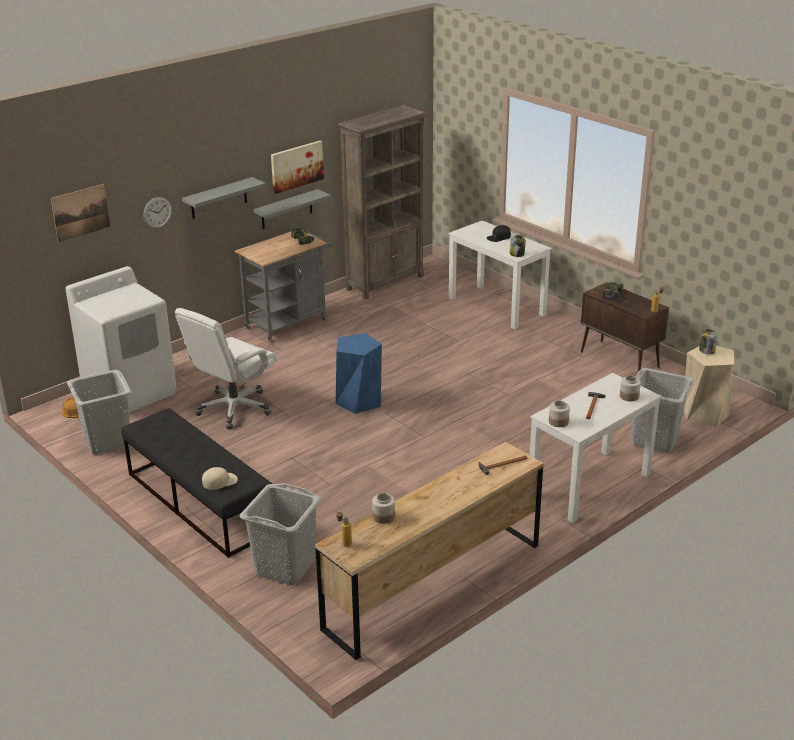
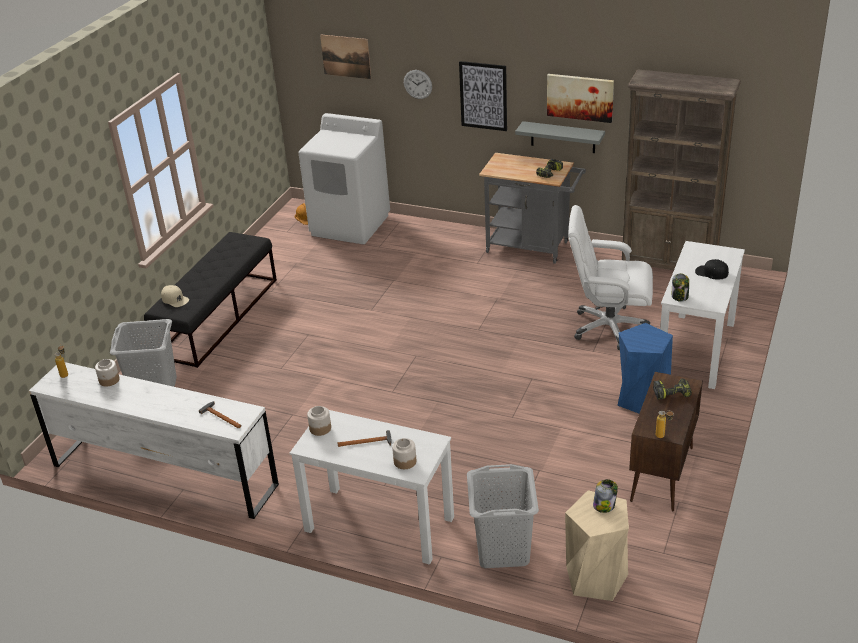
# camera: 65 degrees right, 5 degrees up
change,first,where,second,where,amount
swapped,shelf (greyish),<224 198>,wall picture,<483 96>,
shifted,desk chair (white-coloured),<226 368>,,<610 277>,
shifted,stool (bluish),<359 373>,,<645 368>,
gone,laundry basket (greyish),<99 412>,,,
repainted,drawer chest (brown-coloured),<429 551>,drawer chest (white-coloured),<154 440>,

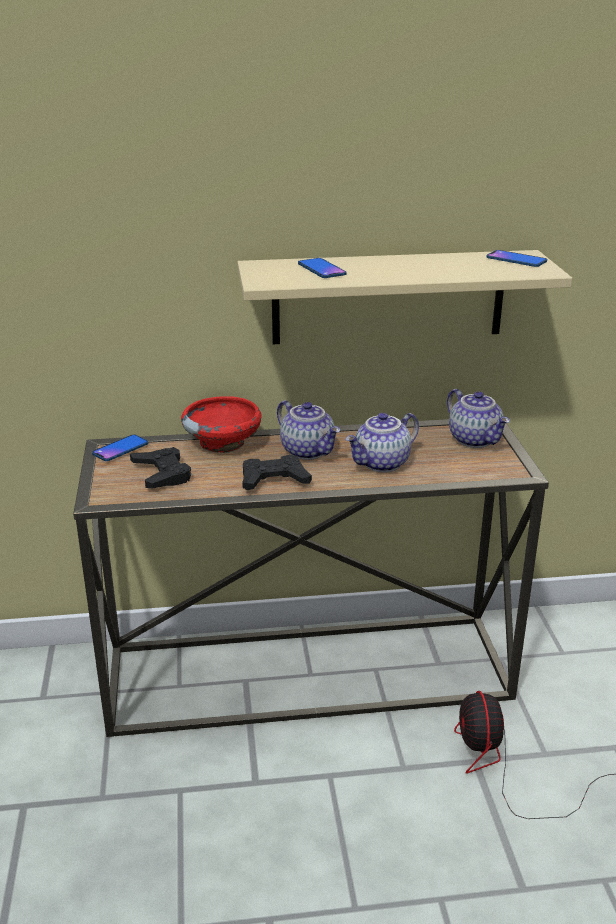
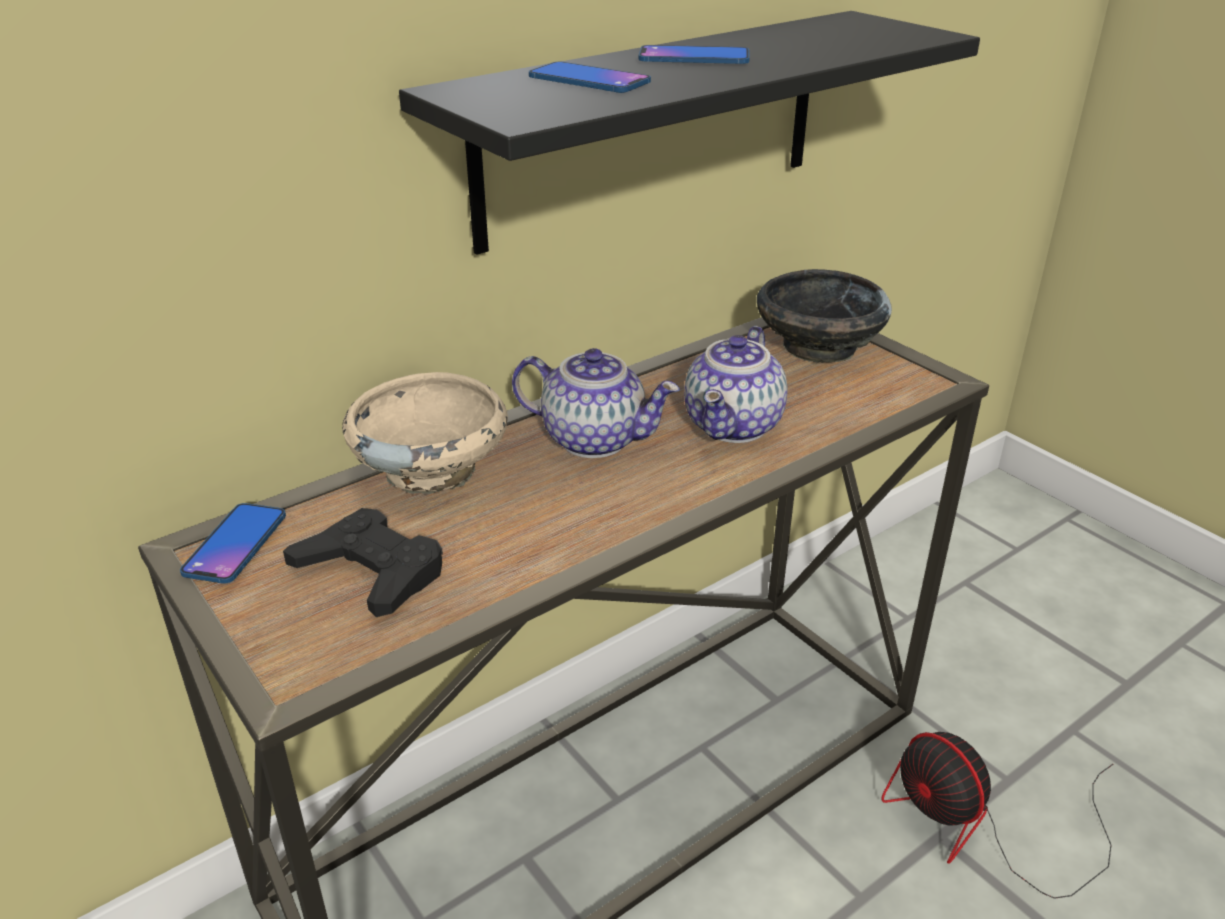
# camera: 30 degrees left, 5 degrees up
change,first,where,second,where,amount
repainted,shelf (beige),<404 297>,shelf (black-coloured),<689 133>,
shifted,telephone,<516 258>,,<694 54>,
swapped,tea pot,<478 418>,bowl (black-coloured),<824 316>,
repainted,bowl (reddish),<221 424>,bowl (beige),<425 433>,
gone,game controller (black-coloured),<277 472>,,,

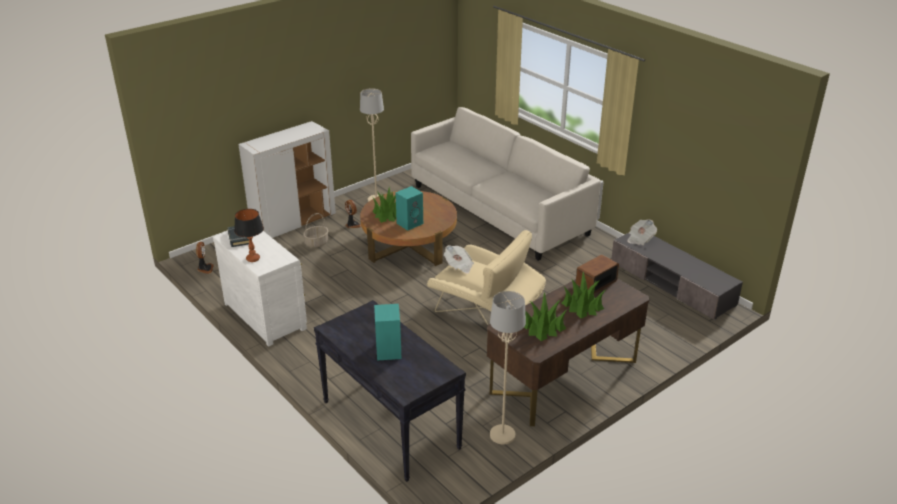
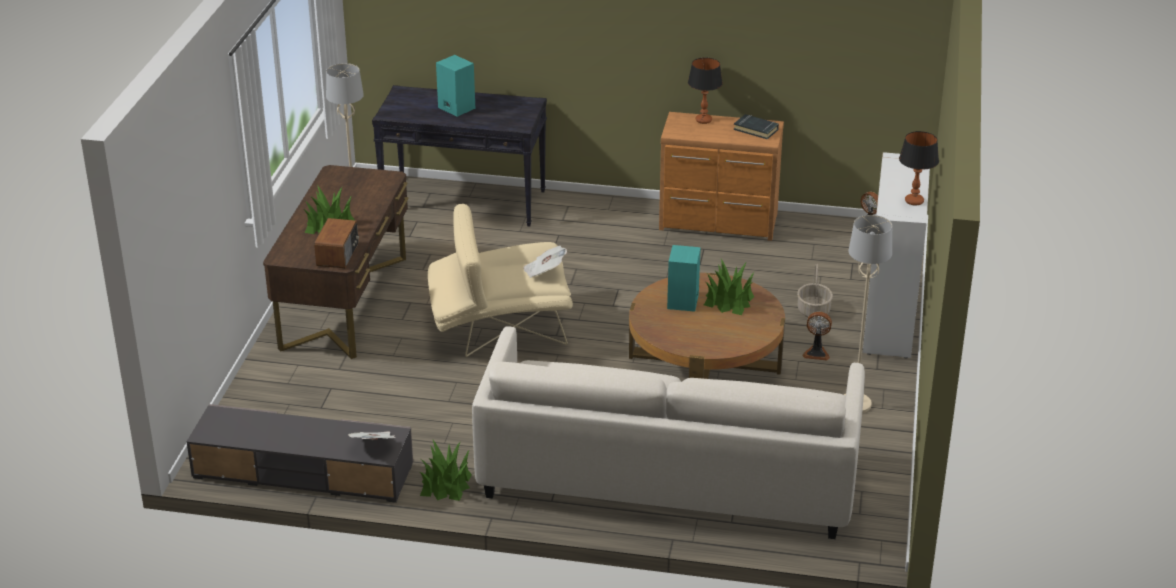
# camera: 140 degrees right, 0 degrees up
change,first,where,second,where,amount
repainted,drawer chest (white-coloured),<260 289>,drawer chest (brown-coloured),<721 176>,
shifted,plant in a pot,<545 316>,,<446 470>,
new,,,table lamp,<919 168>,

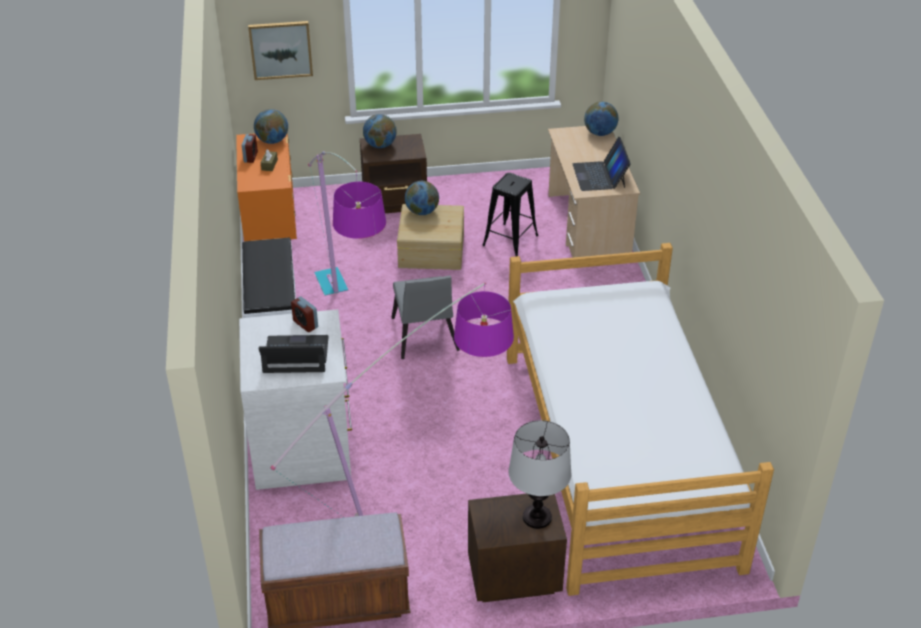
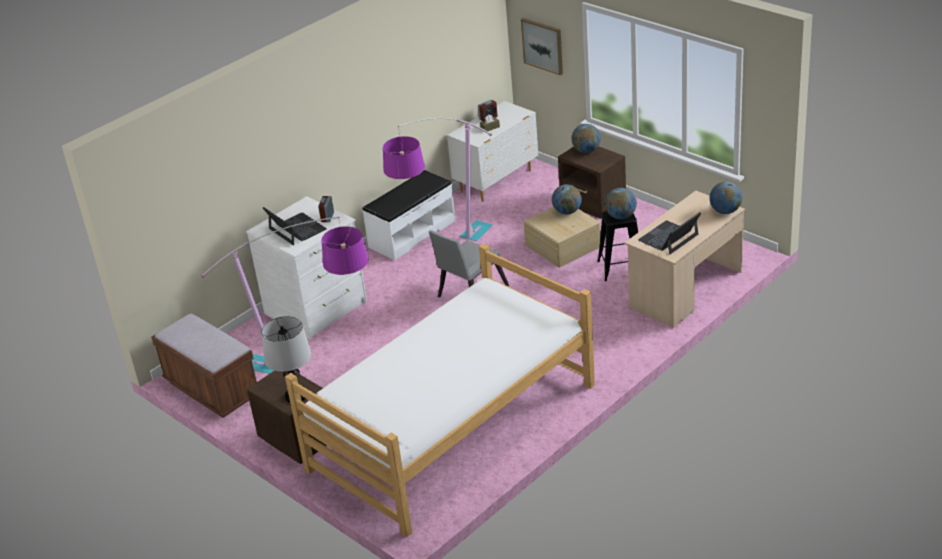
# camera: 55 degrees right, 5 degrees down
change,first,where,second,where,amount
shifted,globe,<271 126>,,<621 203>,
repainted,drawer chest (orange-coloured),<266 187>,drawer chest (white-coloured),<492 151>,

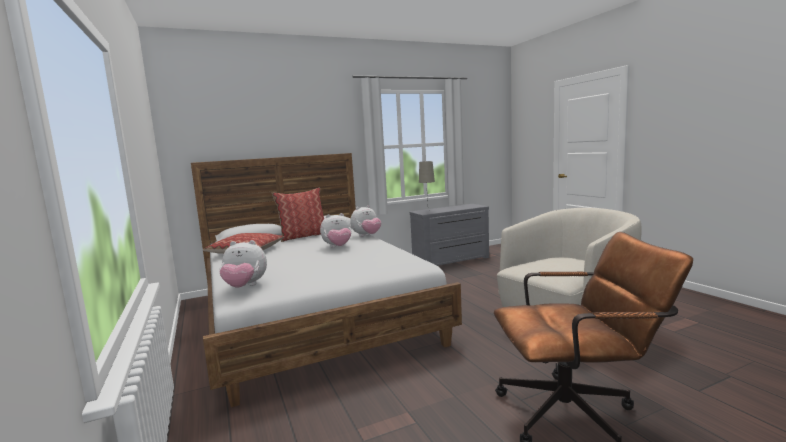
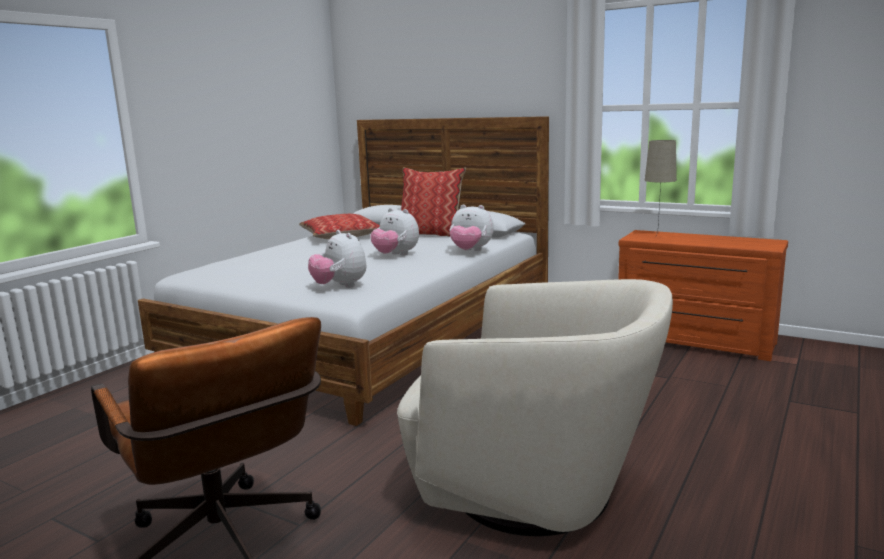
# camera: 55 degrees right, 5 degrees up
change,first,where,second,where,amount
repainted,drawer chest (greyish),<449 235>,drawer chest (brown-coloured),<703 295>,
shifted,soft toy,<243 264>,,<337 259>,

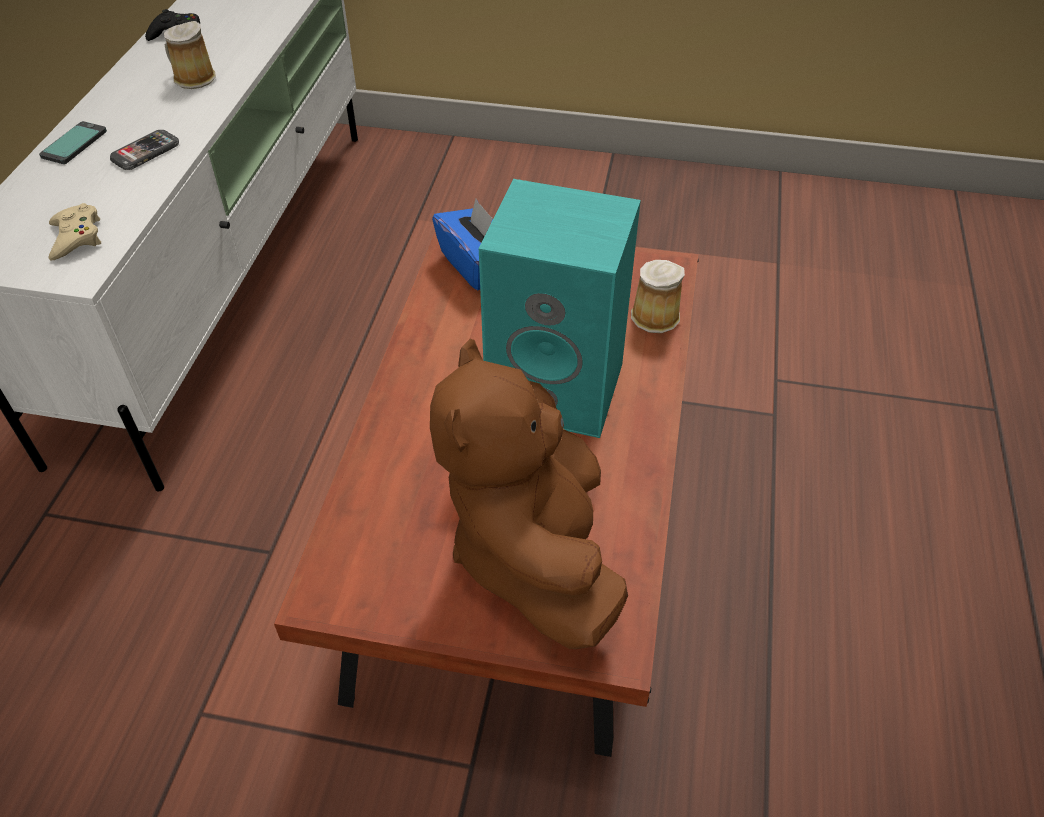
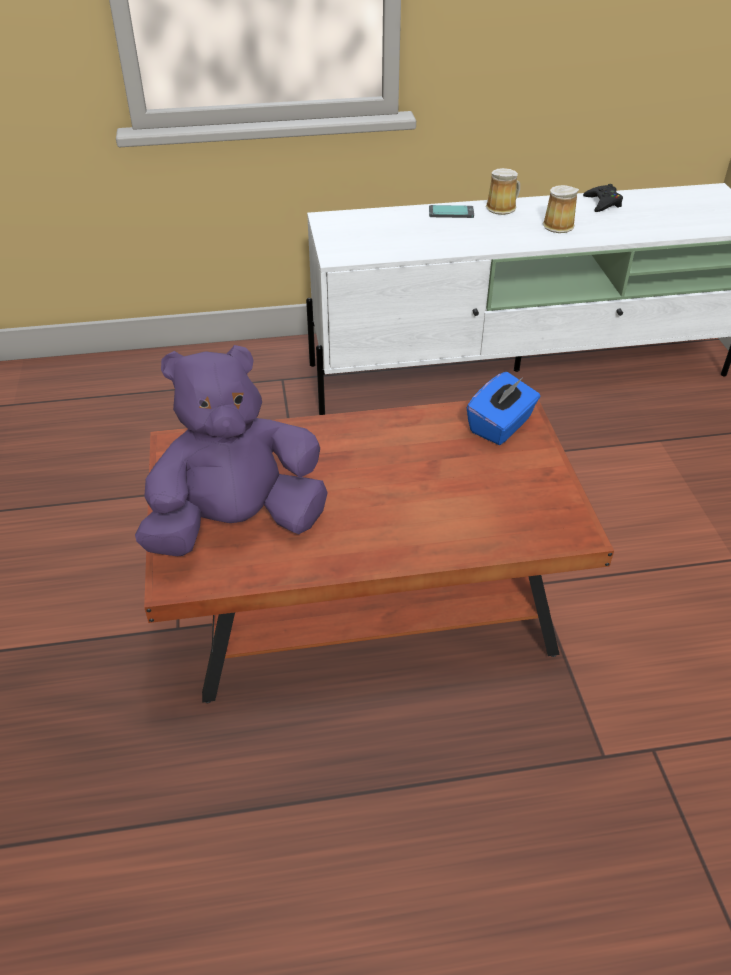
# camera: 70 degrees right, 5 degrees down
change,first,where,second,where,amount
gone,telephone,<144 150>,,,
gone,loudspeaker (blue-green),<560 308>,,,
gone,game controller (beige),<74 231>,,,
shifted,tea mug,<658 296>,,<503 191>,
repainted,soft toy (brown-coloured),<529 493>,soft toy (purple),<231 450>,

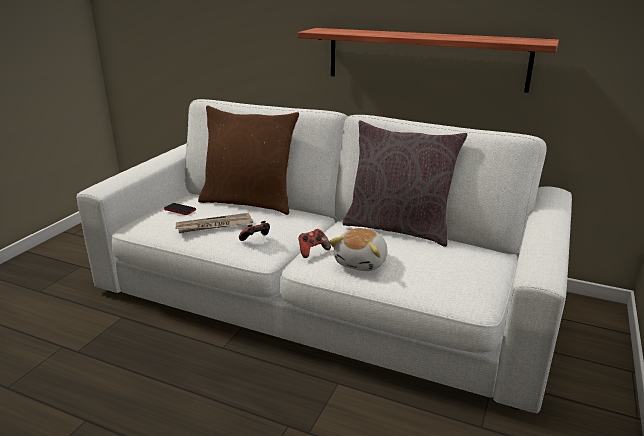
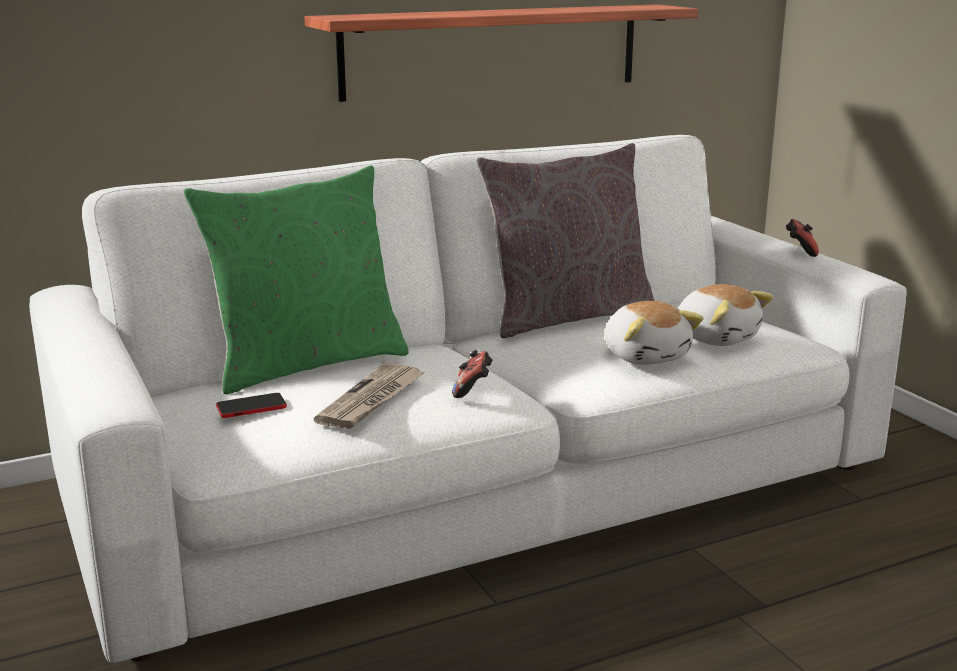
# camera: 50 degrees left, 5 degrees down
change,first,where,second,where,amount
repainted,cushion (brown-coloured),<248 160>,cushion (green),<296 279>,
shifted,game controller,<314 243>,,<802 238>,
new,,,soft toy,<726 315>,

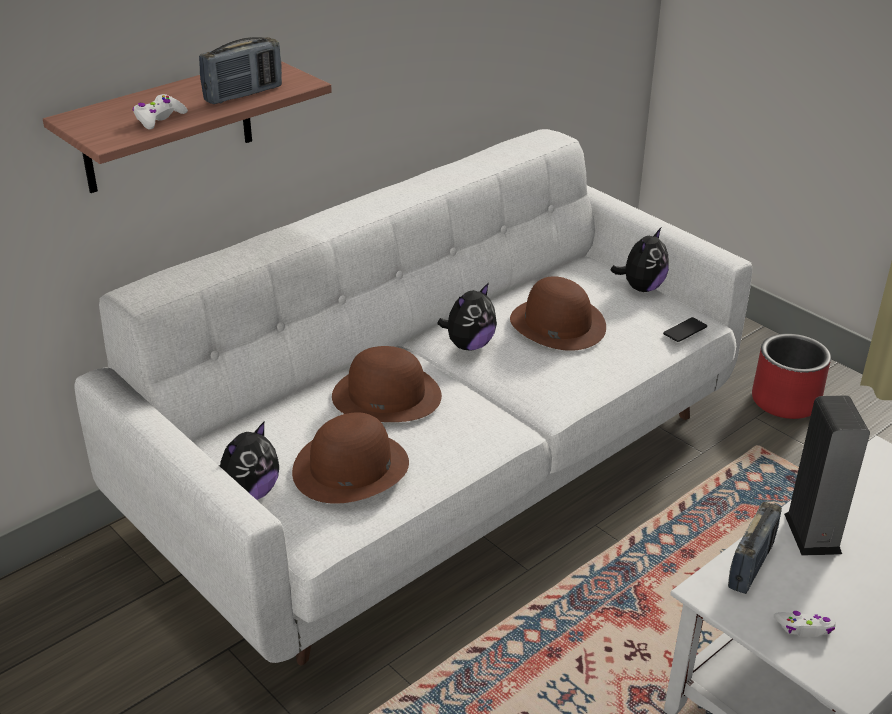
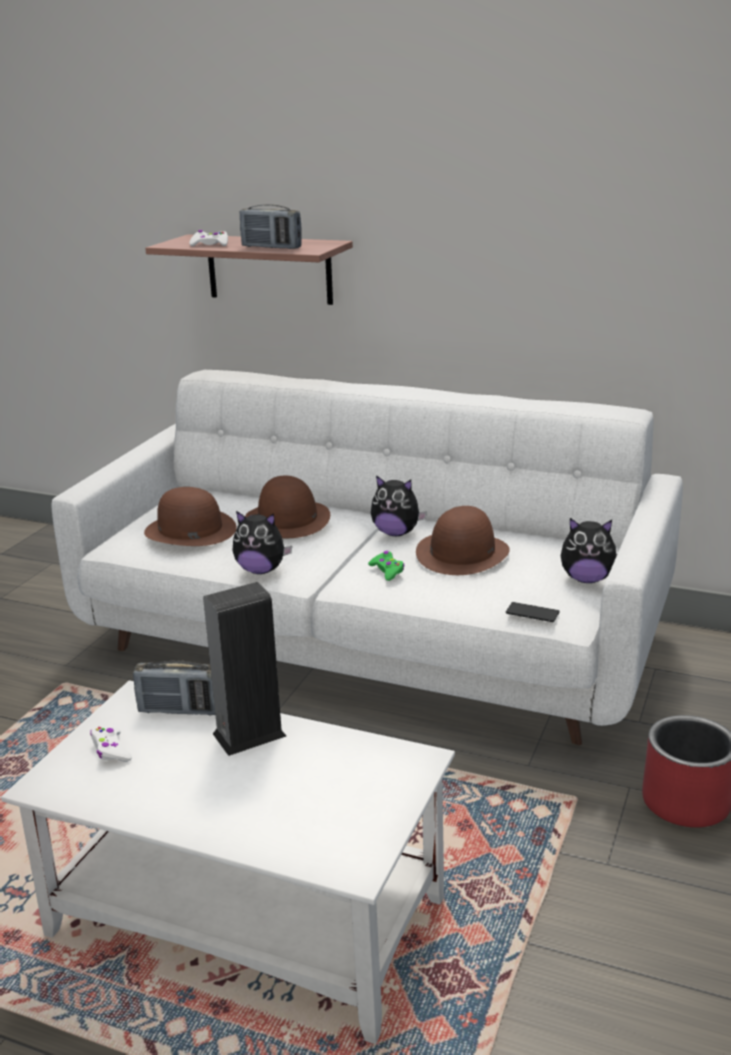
# camera: 65 degrees right, 10 degrees down
change,first,where,second,where,amount
shifted,soft toy,<249 461>,,<262 542>,
new,,,game controller (green),<386 566>,

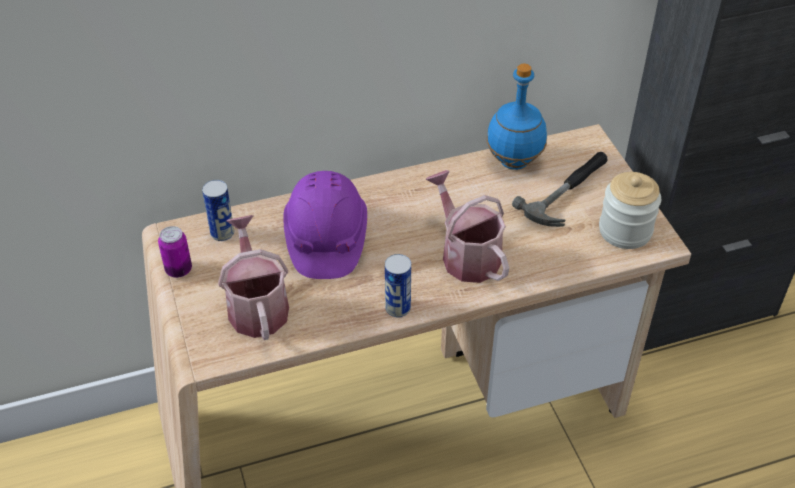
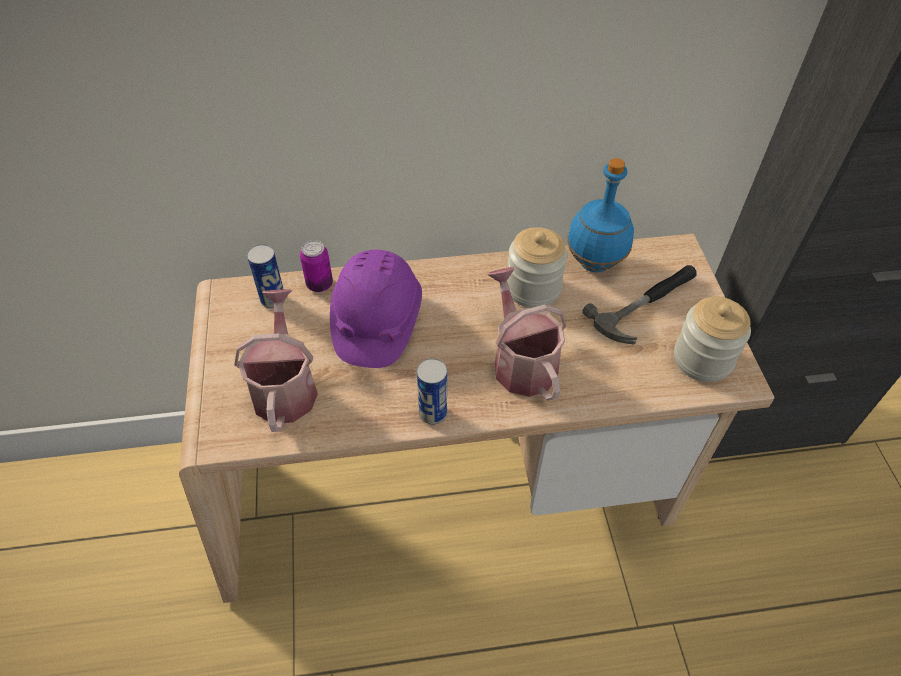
# camera: 10 degrees right, 5 degrees up
change,first,where,second,where,amount
shifted,can,<175 252>,,<316 266>,
new,,,jar,<537 267>,

